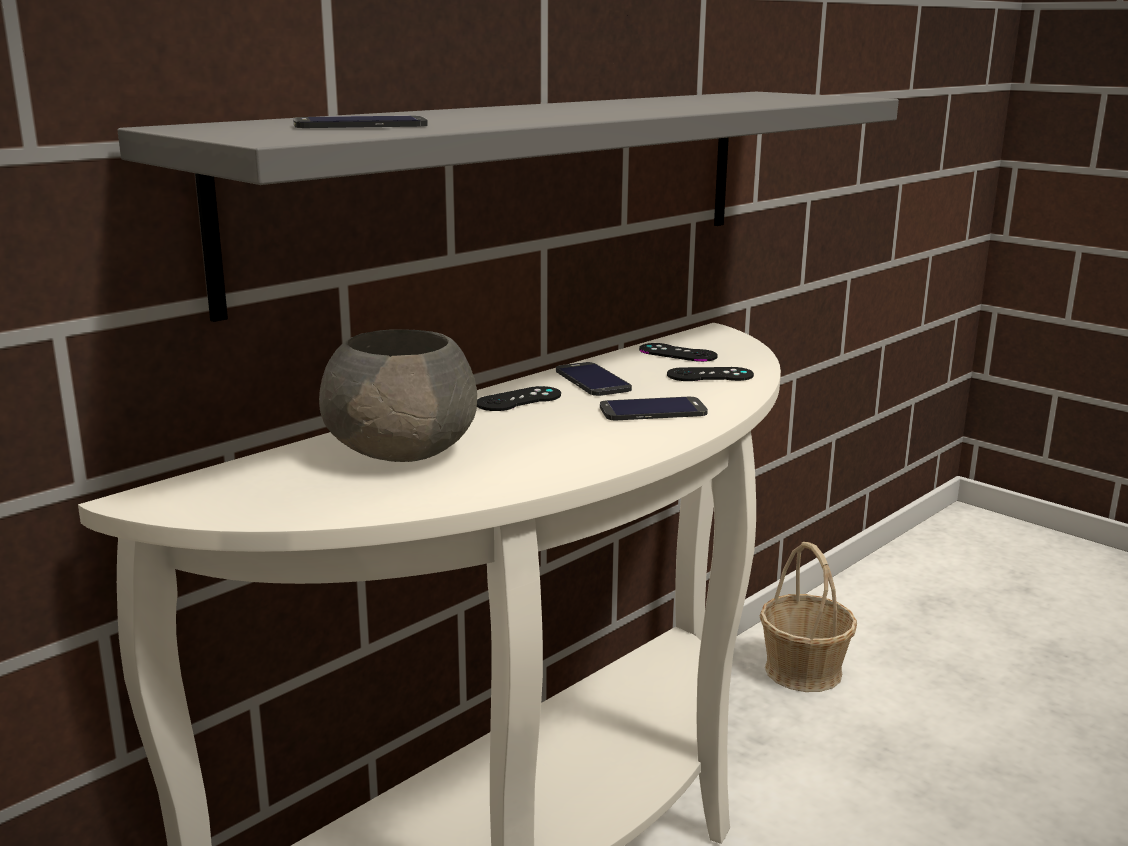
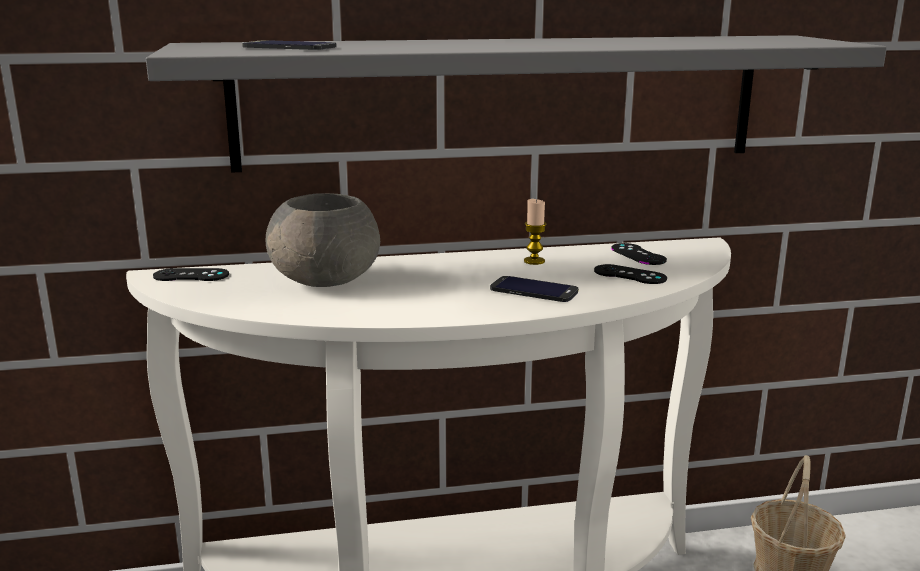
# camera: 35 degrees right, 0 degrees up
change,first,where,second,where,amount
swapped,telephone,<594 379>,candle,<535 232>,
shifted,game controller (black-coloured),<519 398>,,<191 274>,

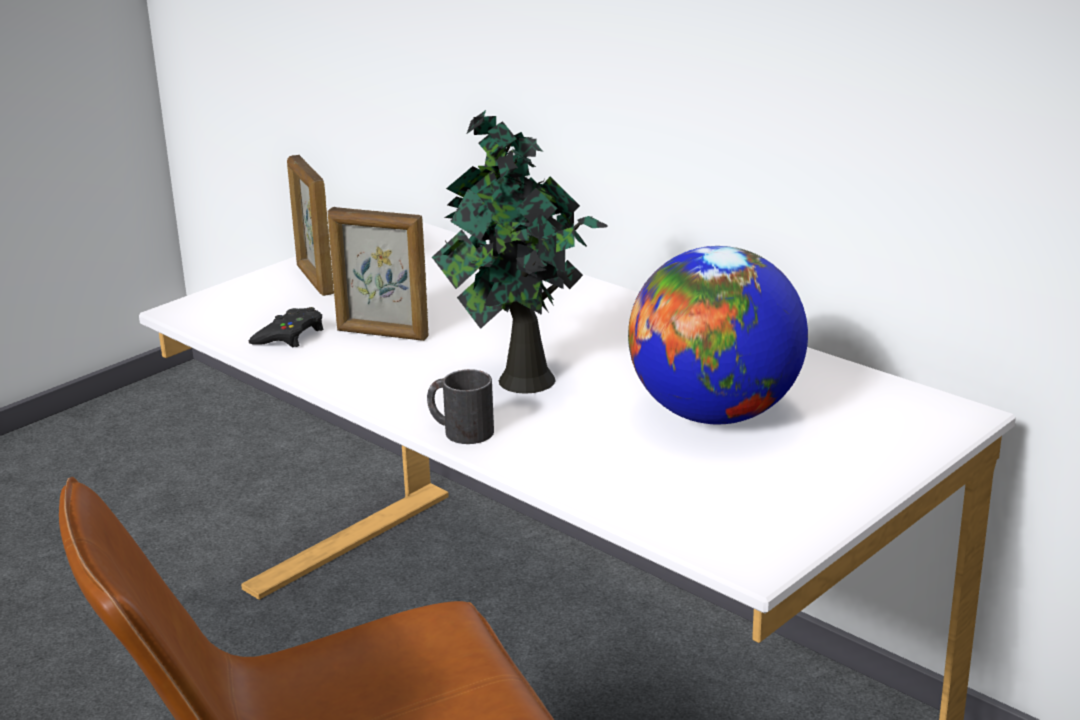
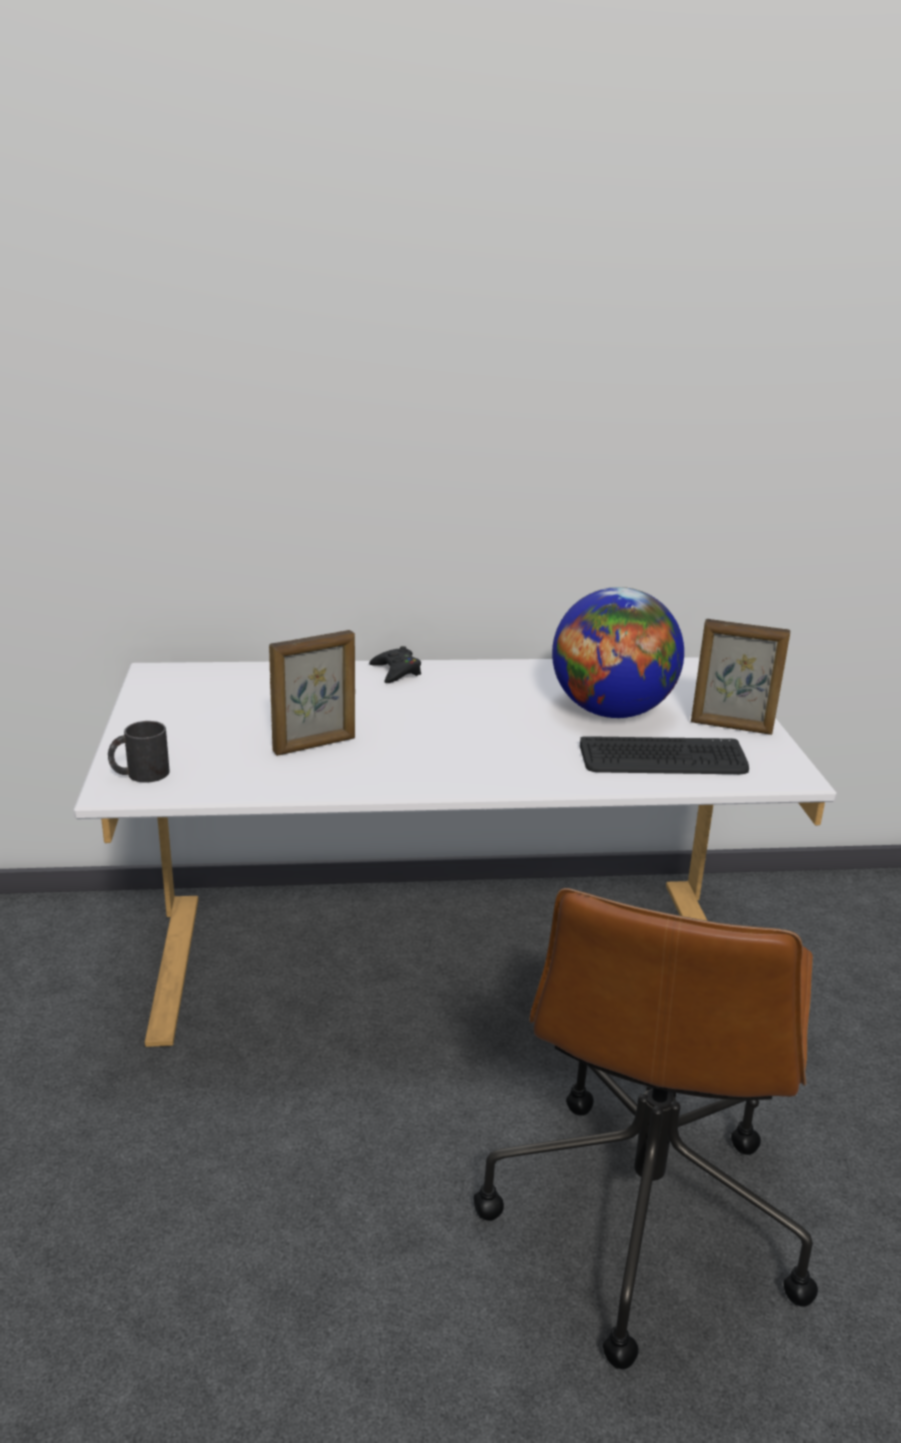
# camera: 50 degrees left, 0 degrees up
change,first,where,second,where,amount
gone,plant in a pot,<520 252>,,,
shifted,picture frame,<310 225>,,<740 677>,
shifted,game controller (black-coloured),<286 327>,,<395 664>,
shifted,tea mug (black-coloured),<460 406>,,<139 752>,
new,,,computer keyboard,<664 755>,

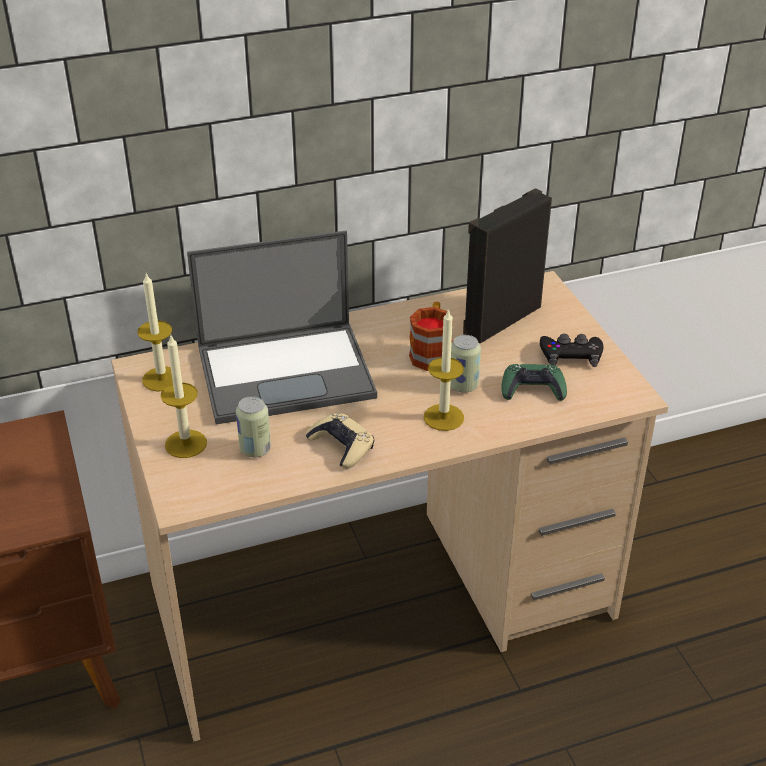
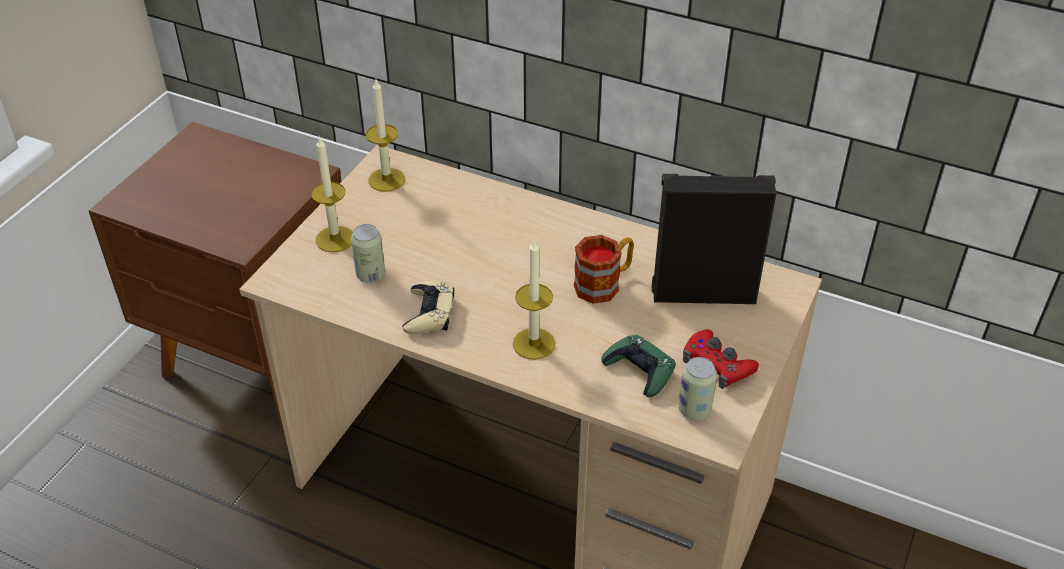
# camera: 45 degrees right, 5 degrees up
change,first,where,second,where,amount
gone,laptop,<282 328>,,,
repainted,game controller (black-coloured),<572 350>,game controller (reddish),<721 359>,
shifted,can,<465 364>,,<697 388>,

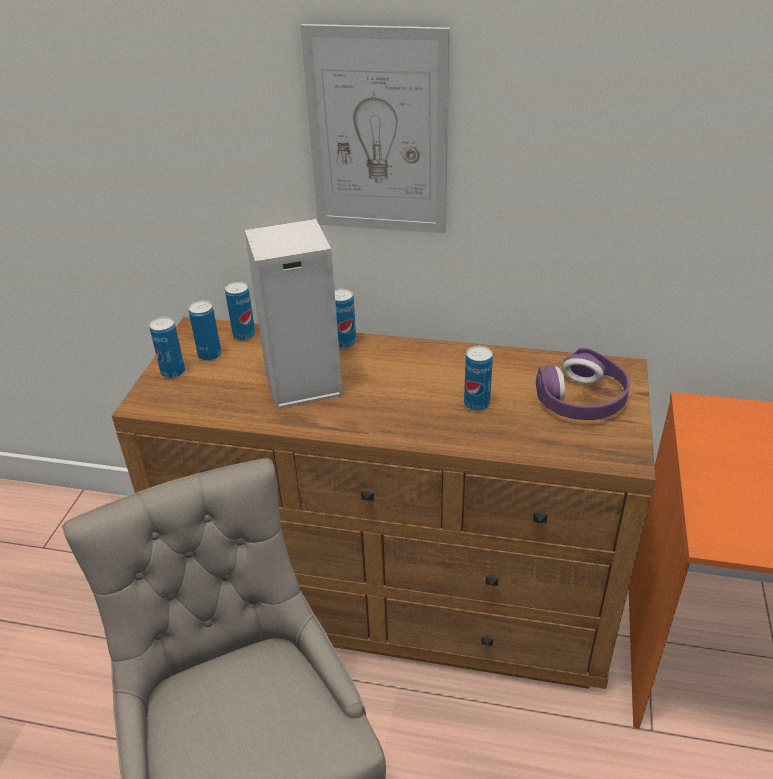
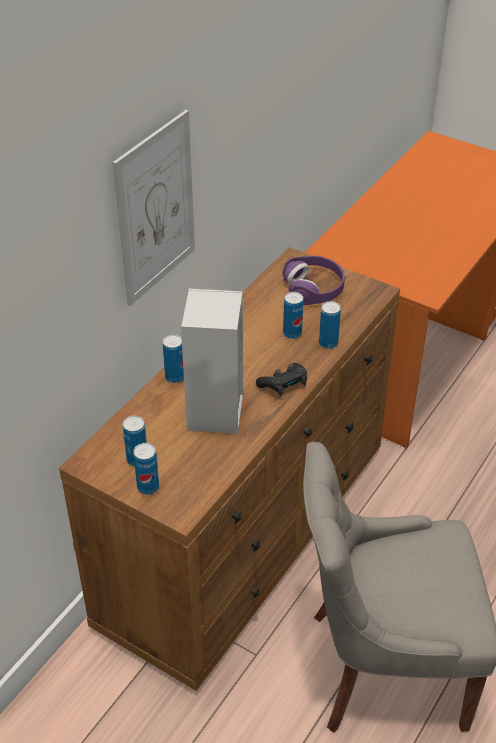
# camera: 70 degrees left, 5 degrees up
change,first,where,second,where,amount
shifted,can,<240 310>,,<330 325>,
new,,,game controller (black-coloured),<281 379>,

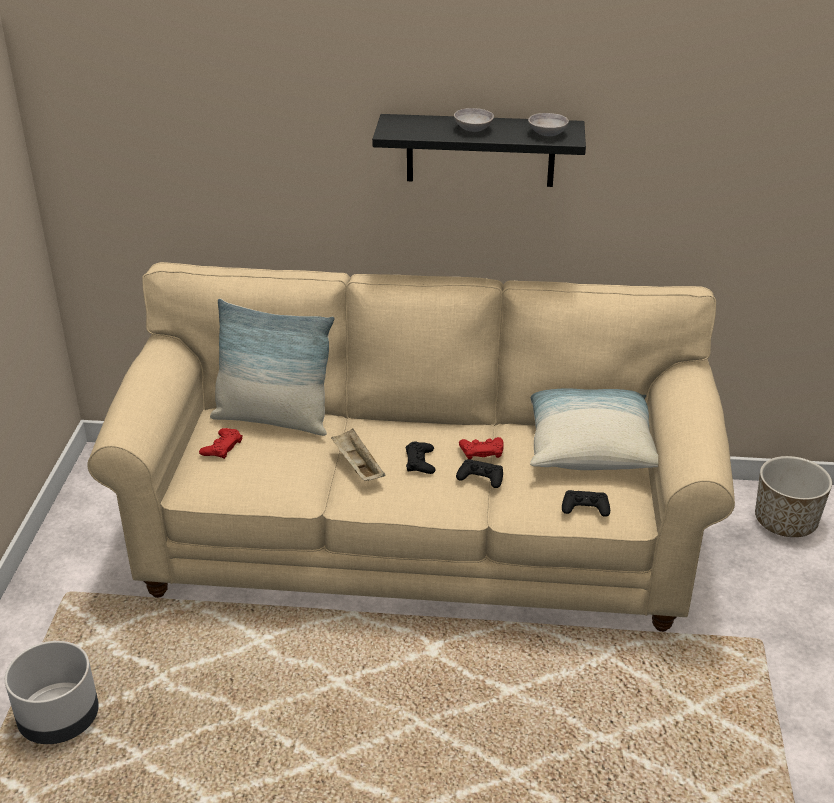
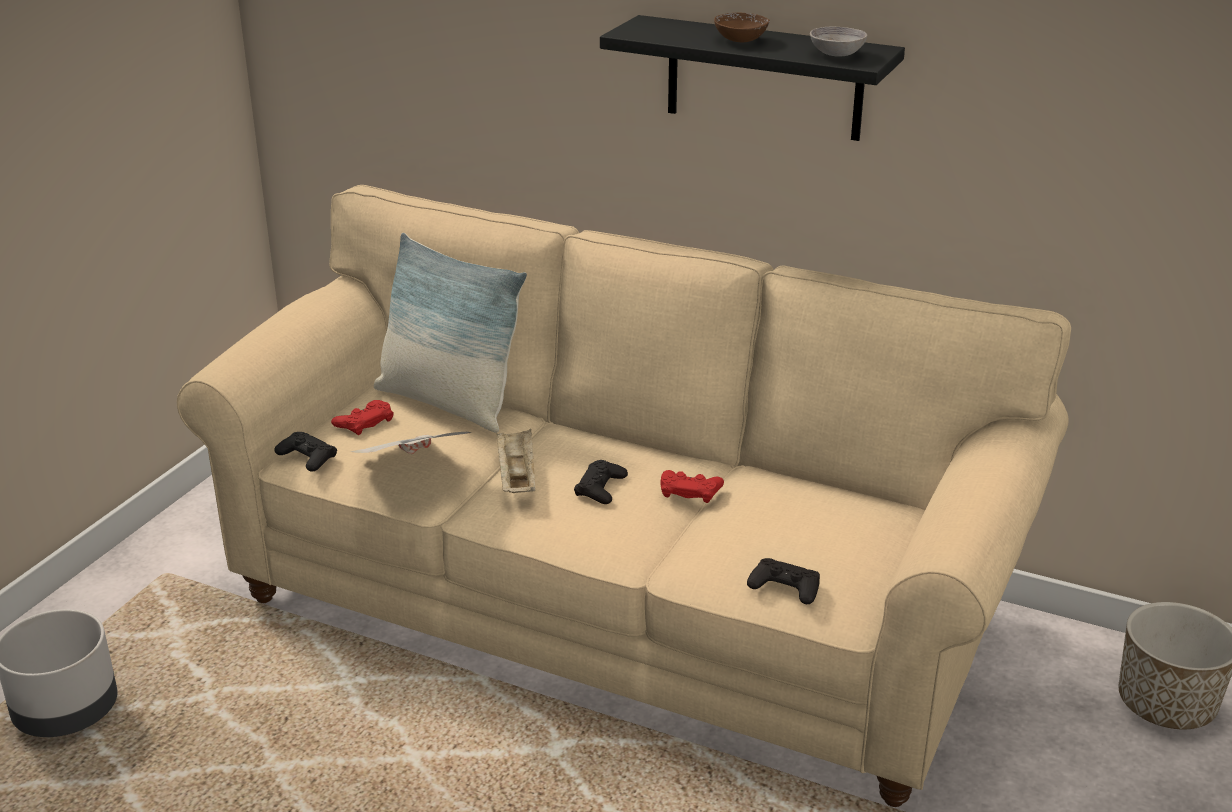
# camera: 20 degrees right, 5 degrees down
change,first,where,second,where,amount
repainted,bowl (greyish),<474 120>,bowl (brown-coloured),<742 27>,
gone,cushion,<594 429>,,,
shifted,game controller (black-coloured),<479 473>,,<305 451>,
new,,,newspaper,<411 443>,

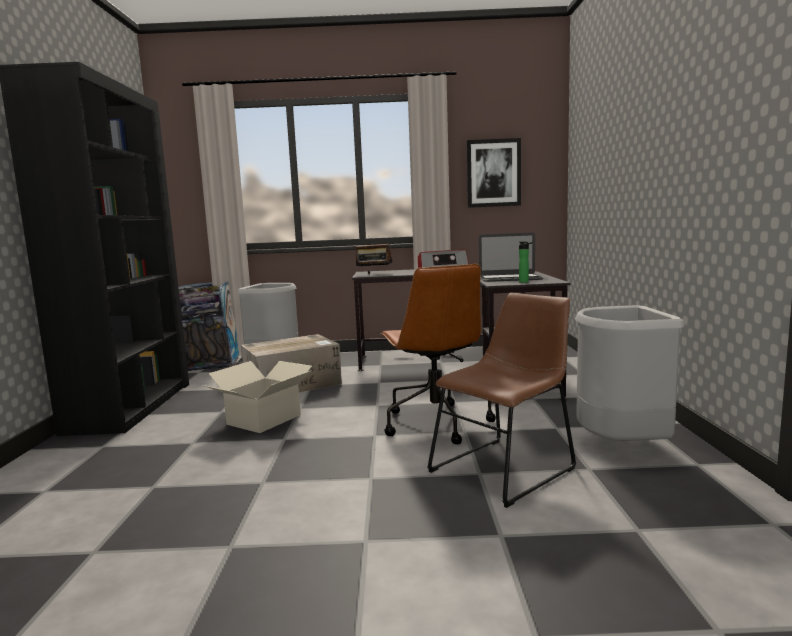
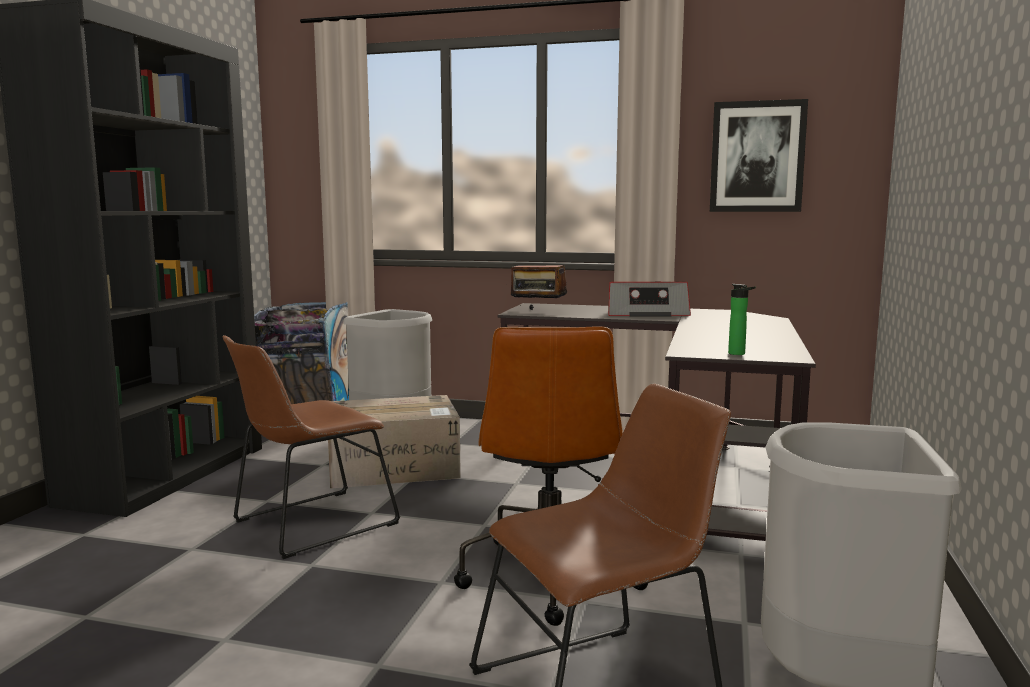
# camera: 15 degrees right, 0 degrees up
change,first,where,second,where,amount
gone,laptop,<511 257>,,,
swapped,carton,<257 397>,chair (brown-coloured),<311 447>,

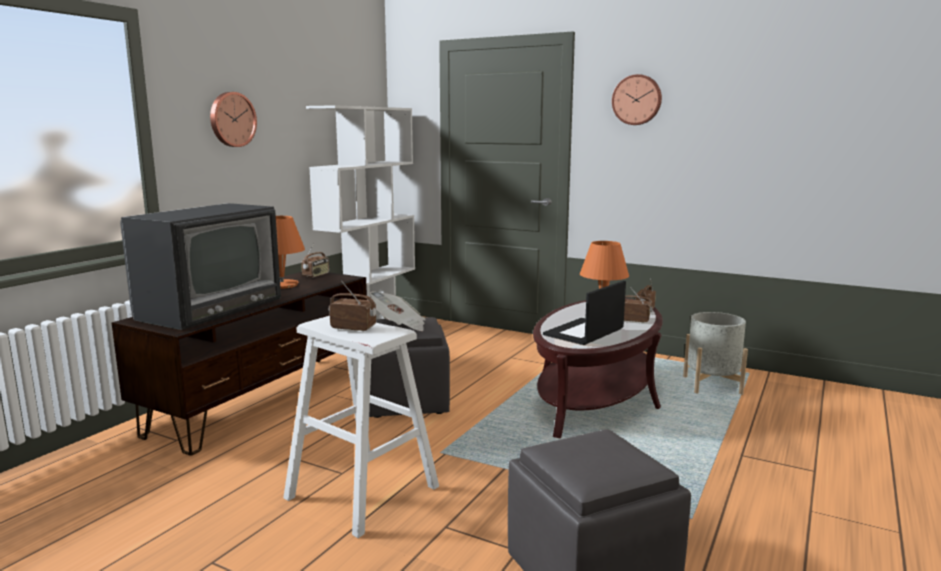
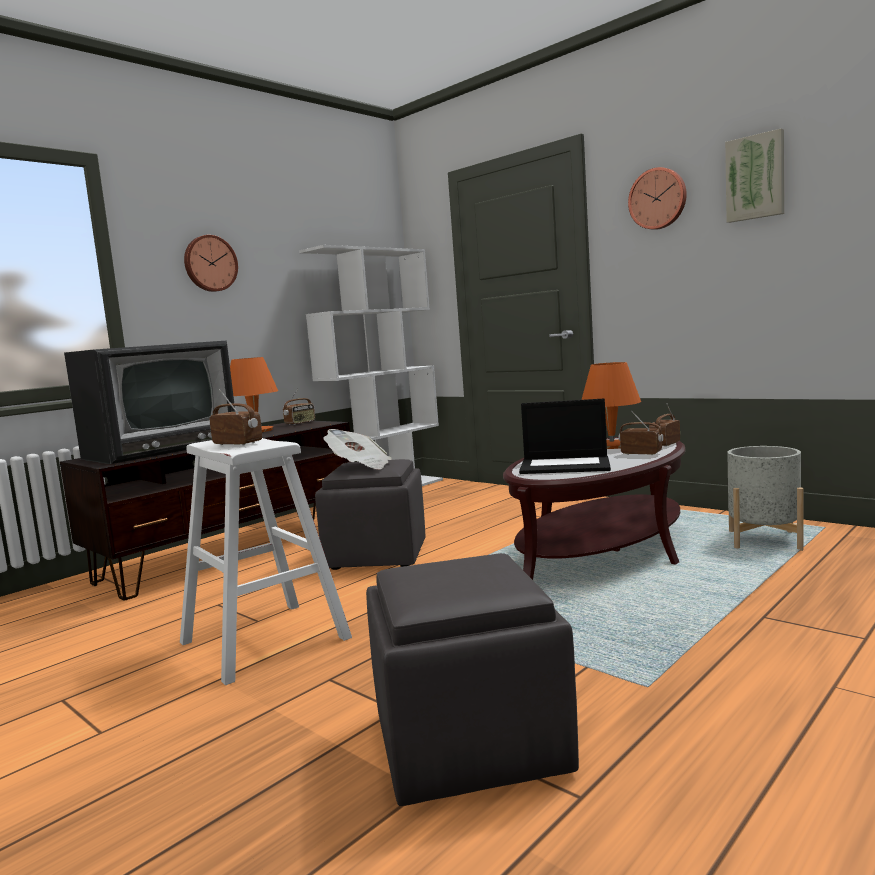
# camera: 15 degrees right, 5 degrees down
change,first,where,second,where,amount
rotated,laptop,<584 313>,,<565 436>,135 degrees counterclockwise
new,,,wall picture,<754 175>,

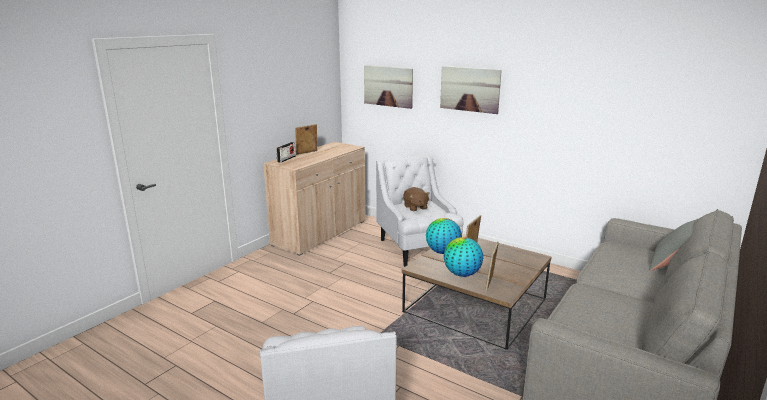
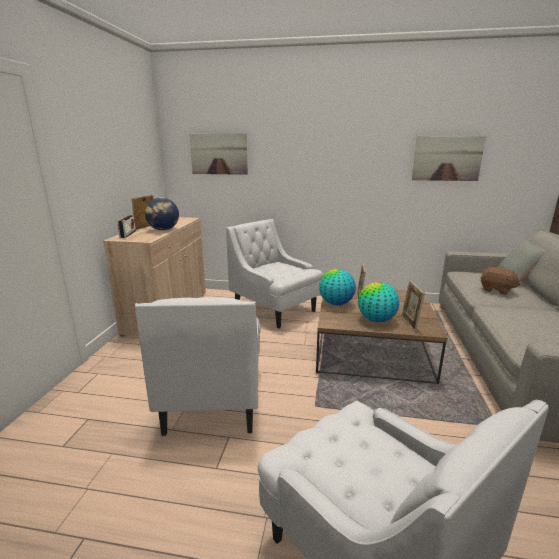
# camera: 25 degrees left, 0 degrees up
change,first,where,second,where,amount
shifted,wall picture,<471 90>,,<449 158>,
shifted,soft toy (brown-coloured),<416 199>,,<501 280>,
new,,,globe,<162 214>,
new,,,easy chair (white-coloured),<198 366>,

